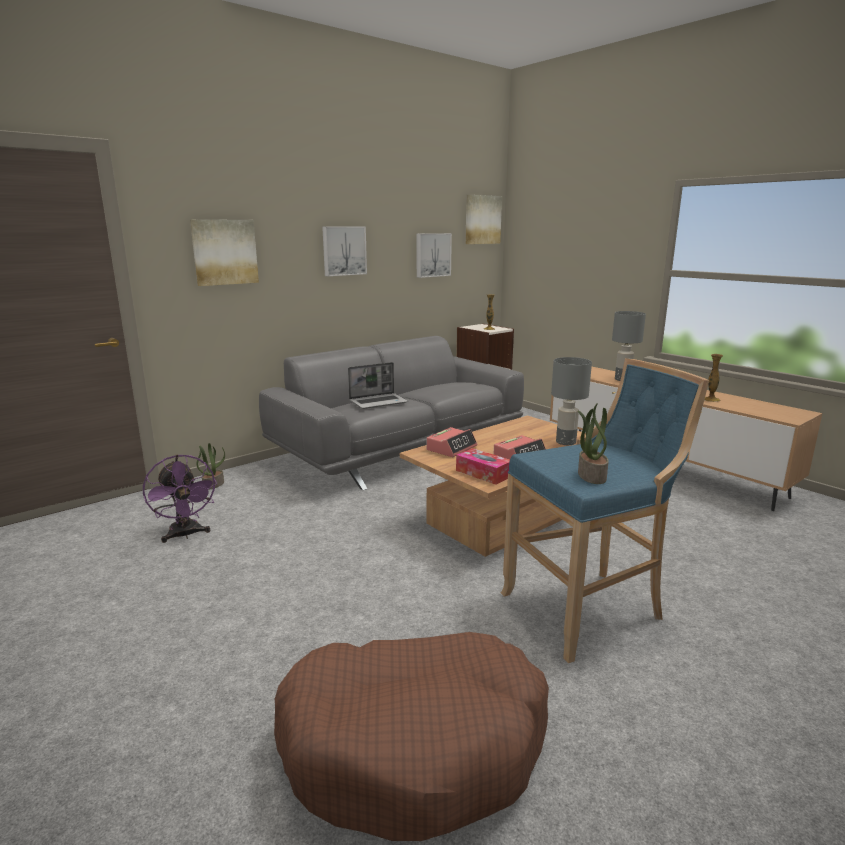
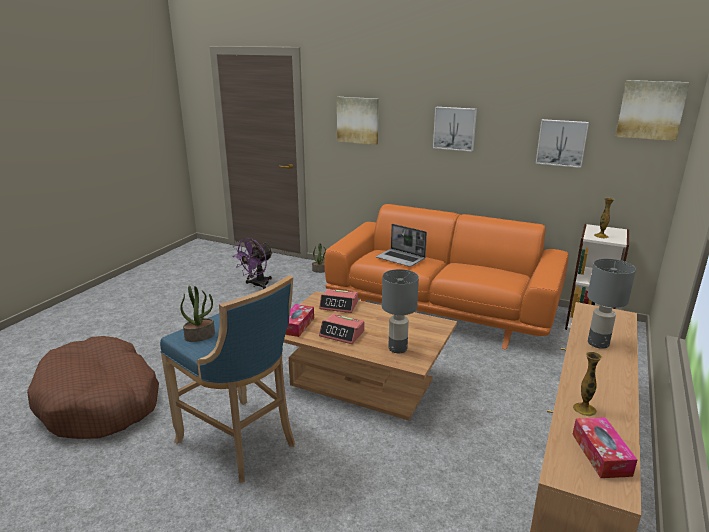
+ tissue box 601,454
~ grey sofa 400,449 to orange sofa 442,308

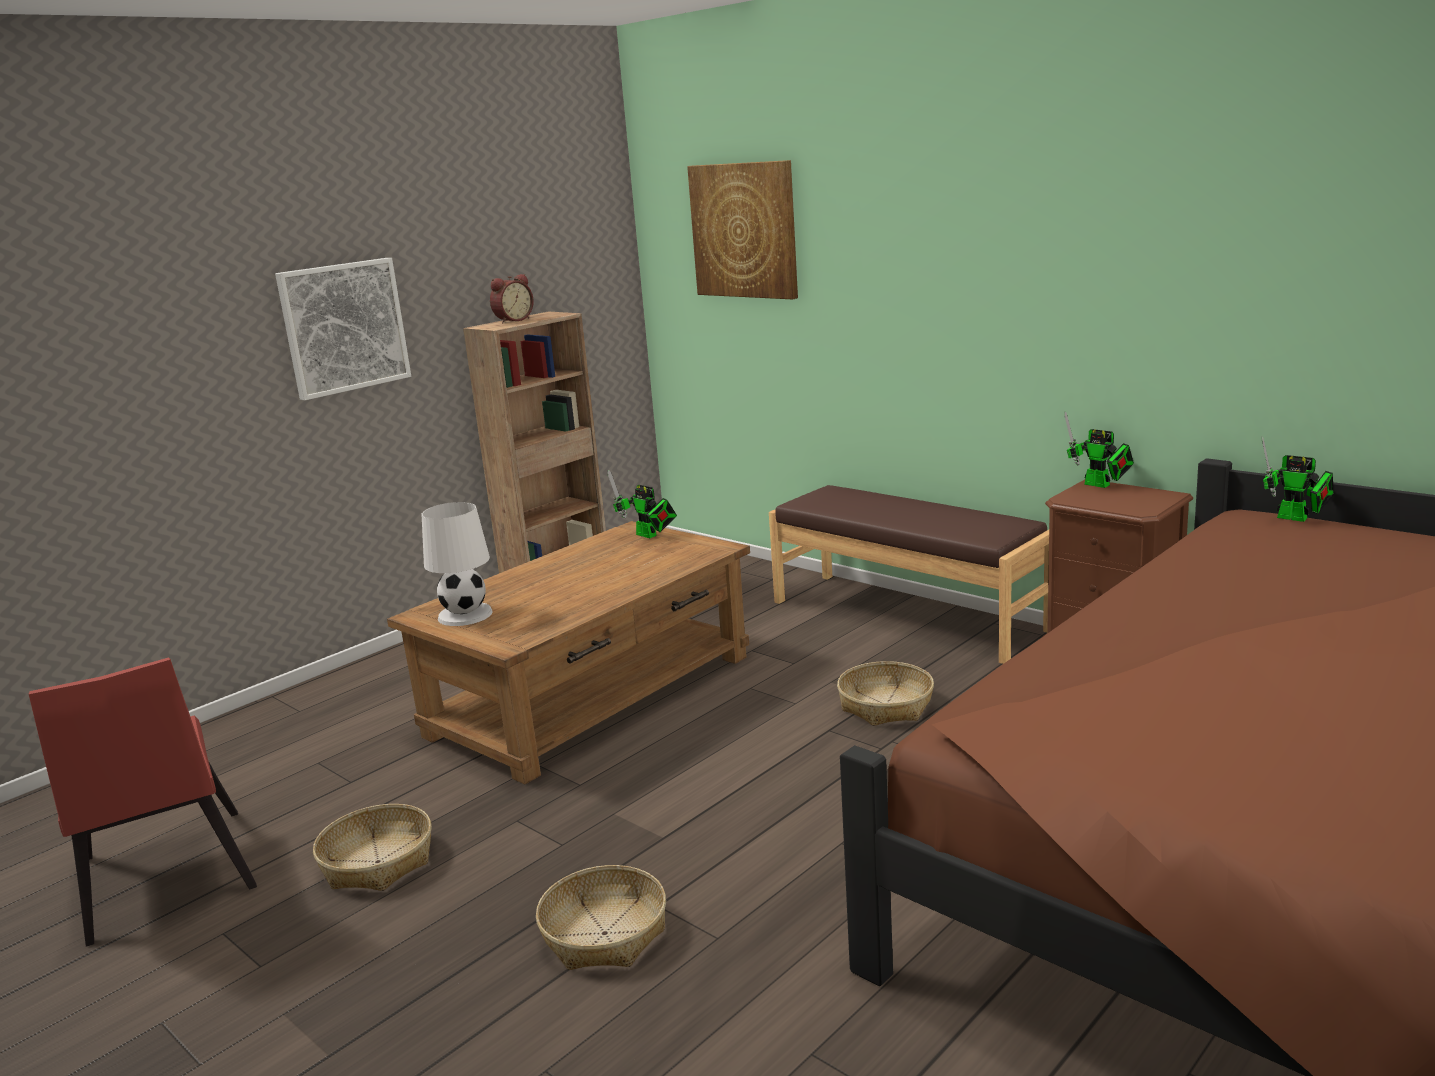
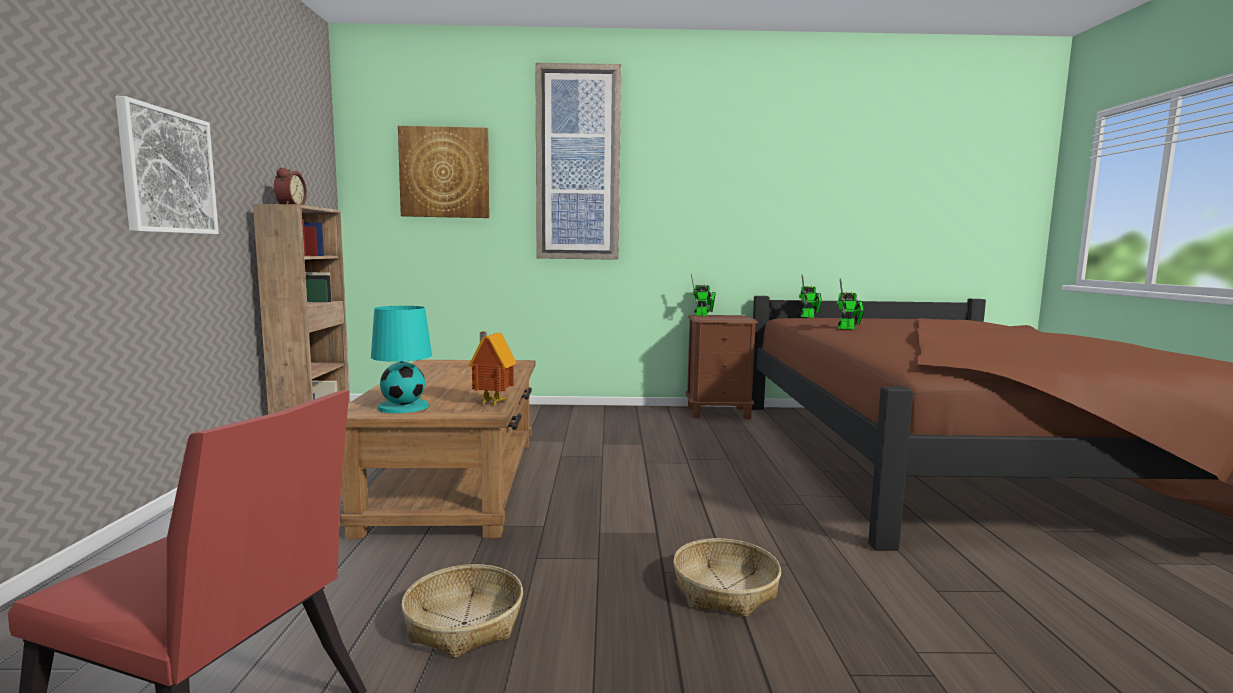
- brown bench 908,615
- basket 886,705
+ toy house 491,403
+ picture 578,164
~ toy robot 649,535 to 849,328
~ white table lamp 466,614 to turquoise table lamp 404,406

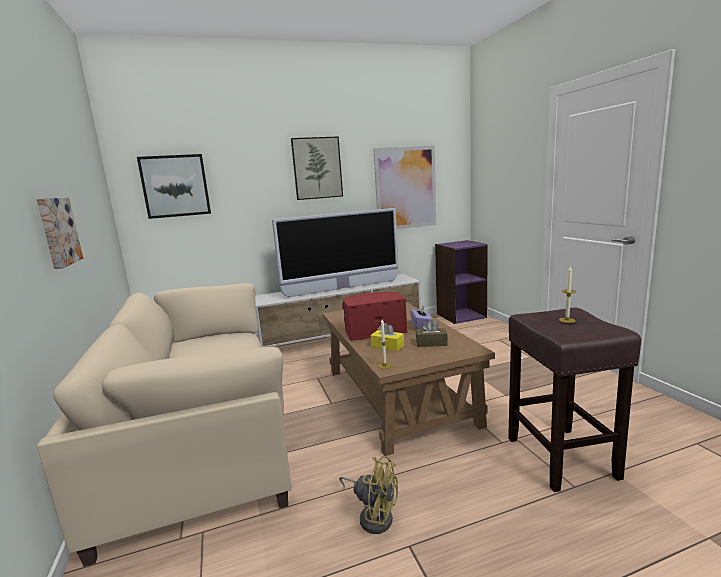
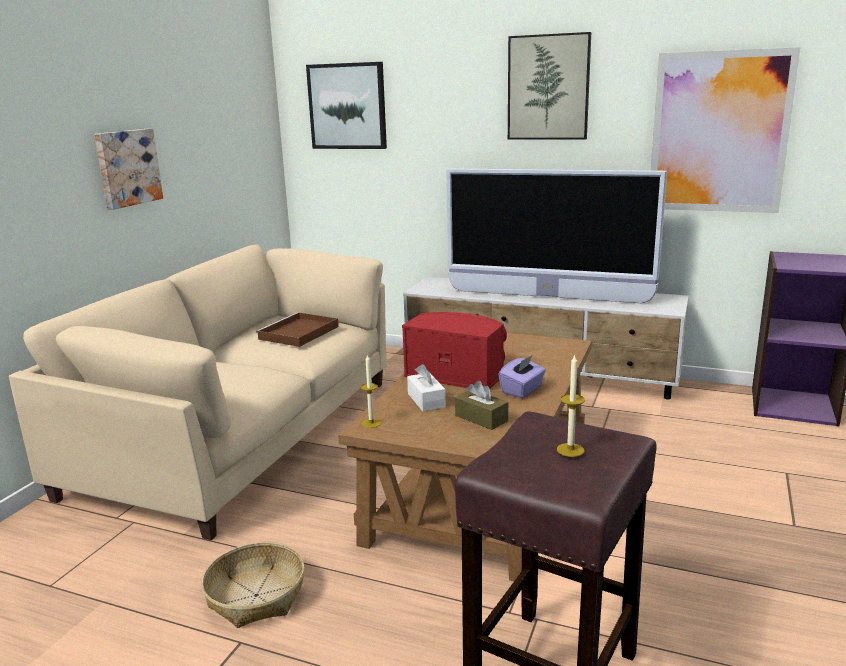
+ brown tray 298,333
~ yellow fan 373,515 to basket 256,595
~ yellow tissue box 387,346 to white tissue box 426,400

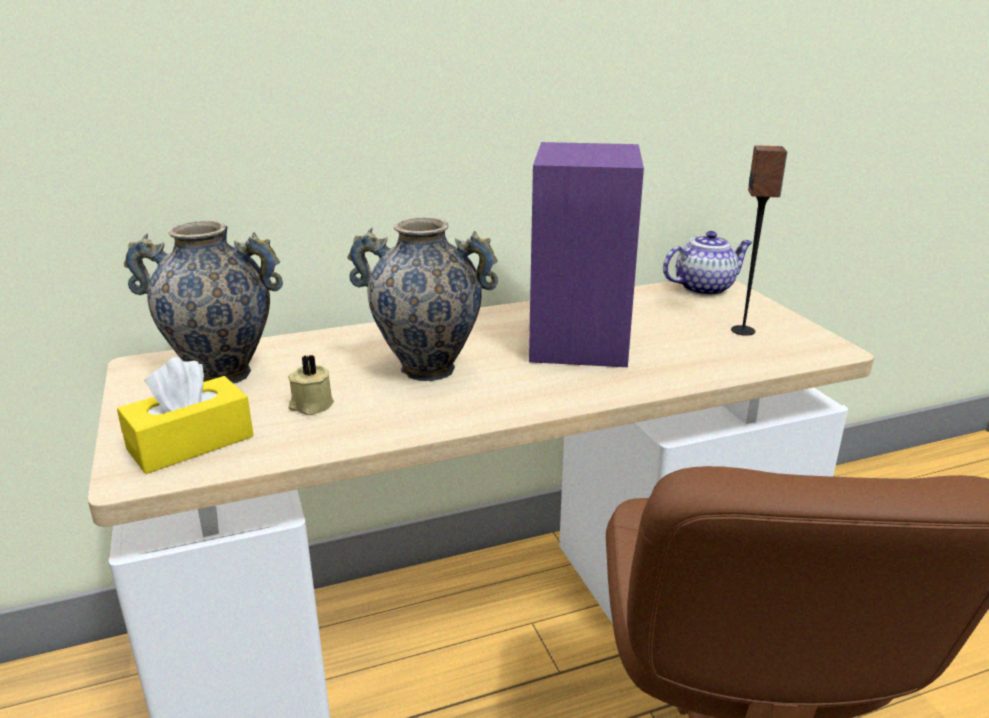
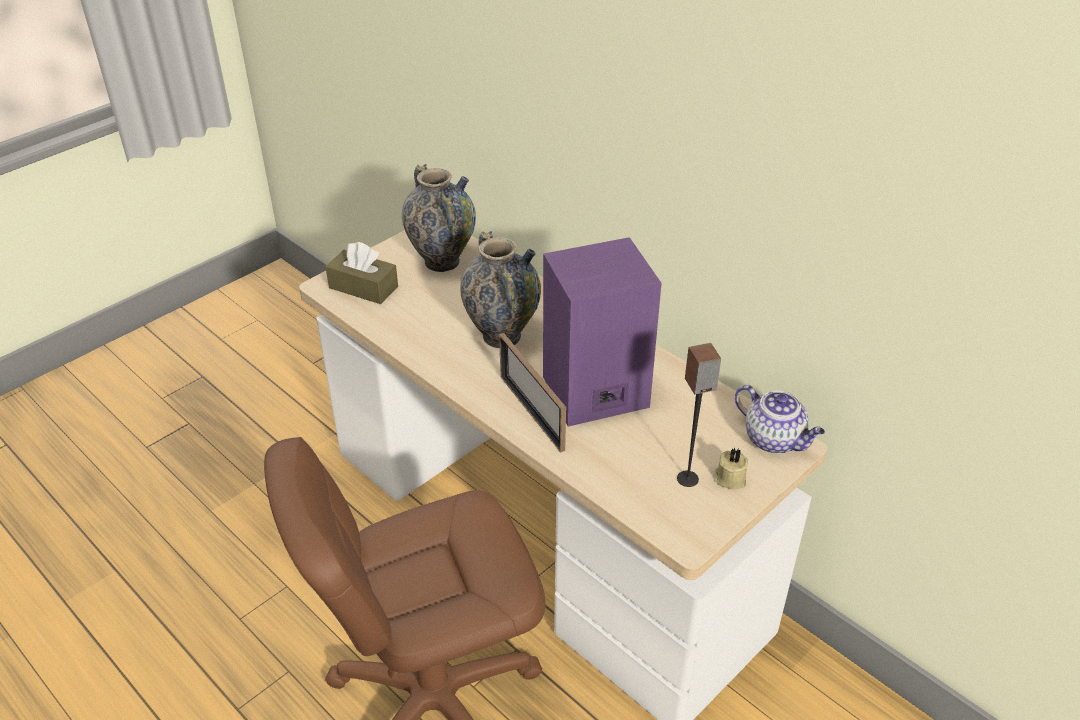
+ picture frame 531,412
~ beige candle 311,405 to 730,478
~ yellow tissue box 191,443 to brown tissue box 363,287

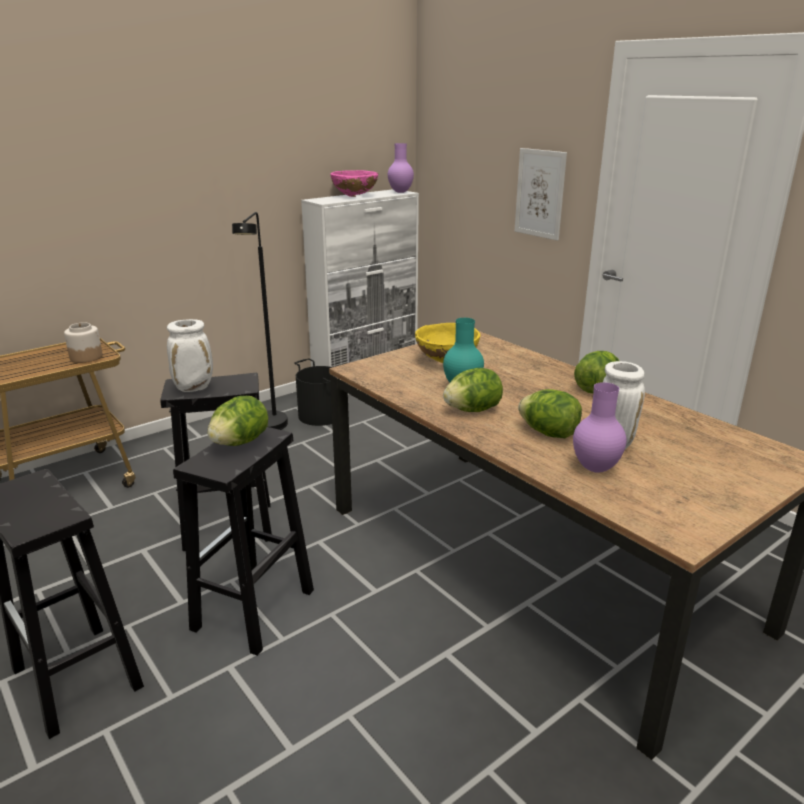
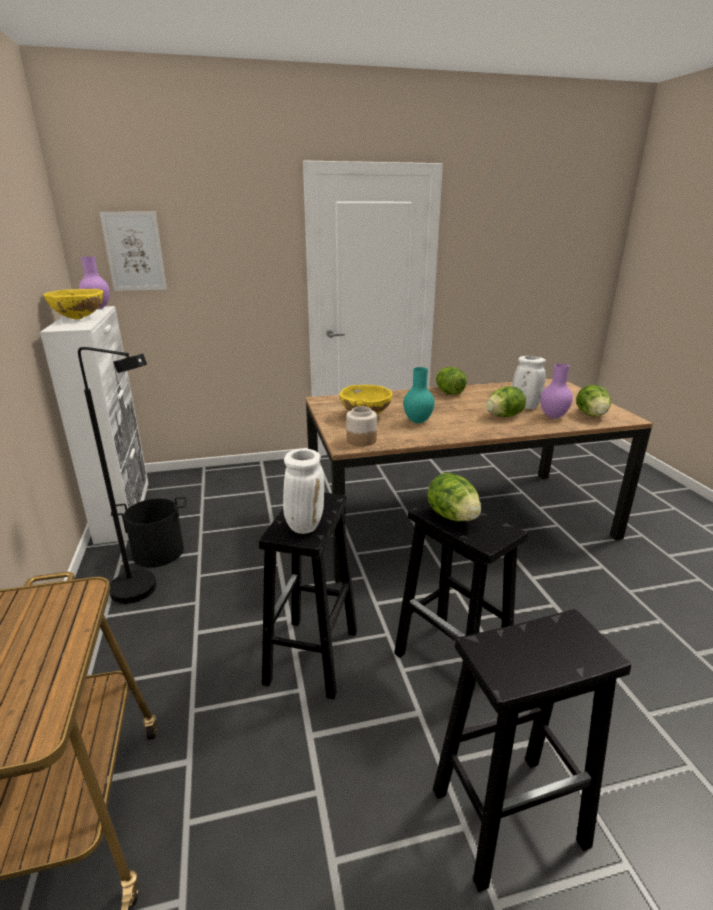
~ jar 86,357 to 361,440
~ lettuce 473,410 to 591,415
~ picture 540,193 to 134,252
~ pink bowl 355,196 to yellow bowl 79,318

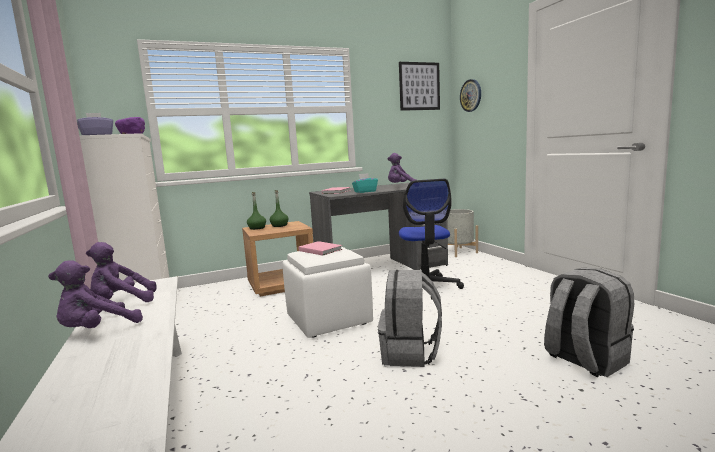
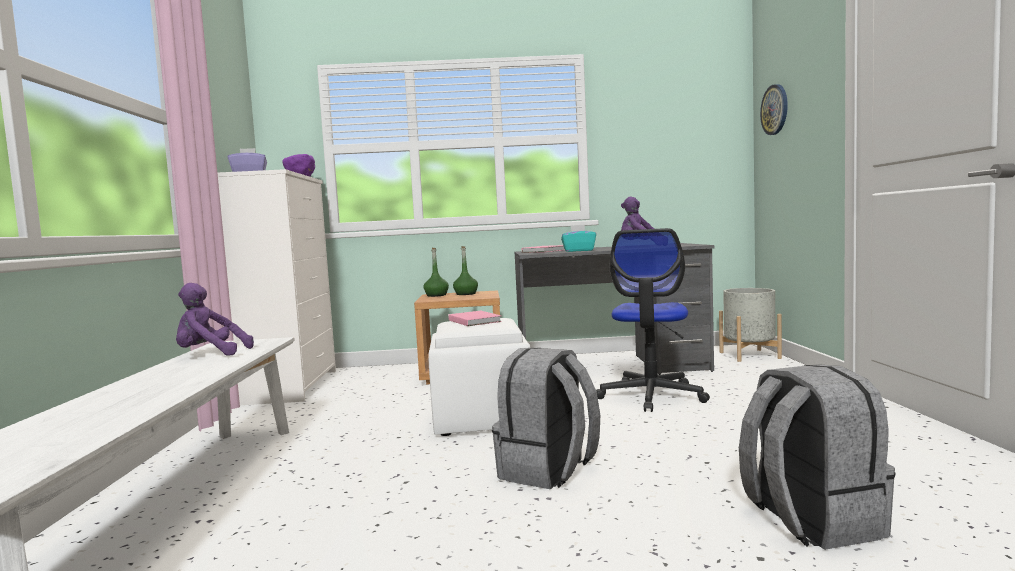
- purple plush toy 97,330
- picture 419,86

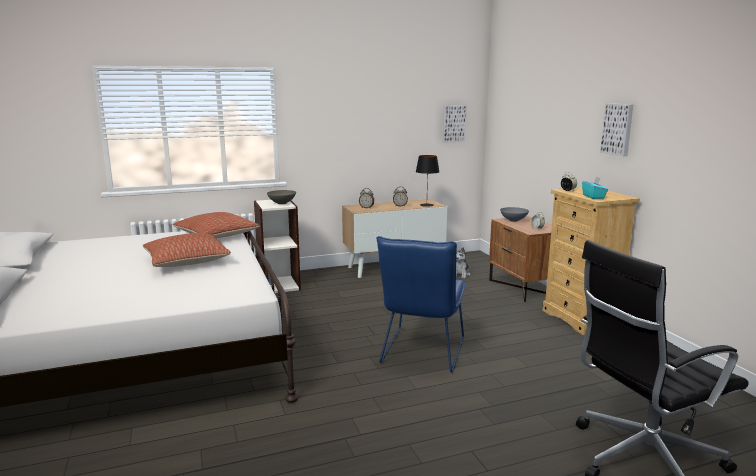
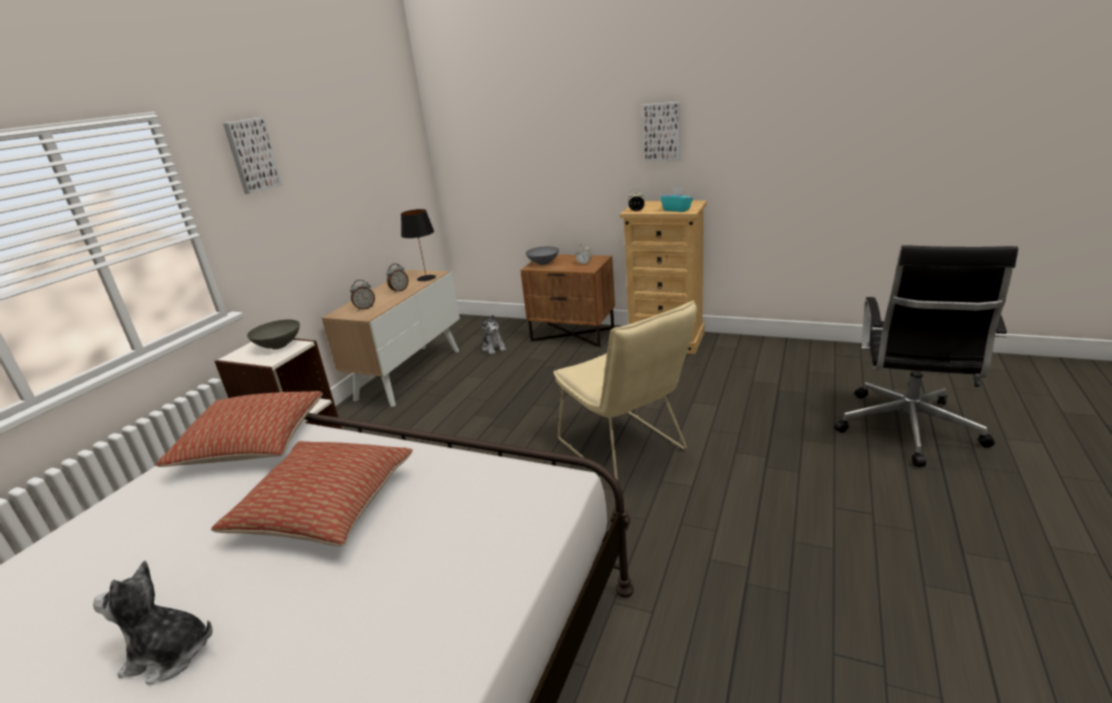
+ plush toy 169,655
~ picture 453,123 to 251,155
~ blue chair 421,353 to beige chair 626,449

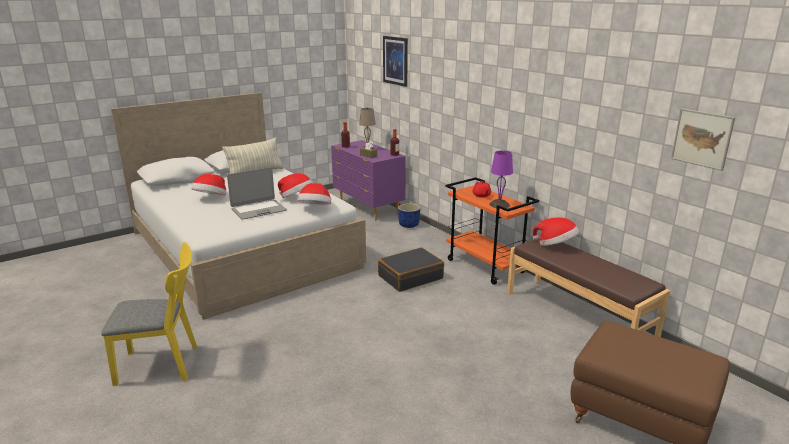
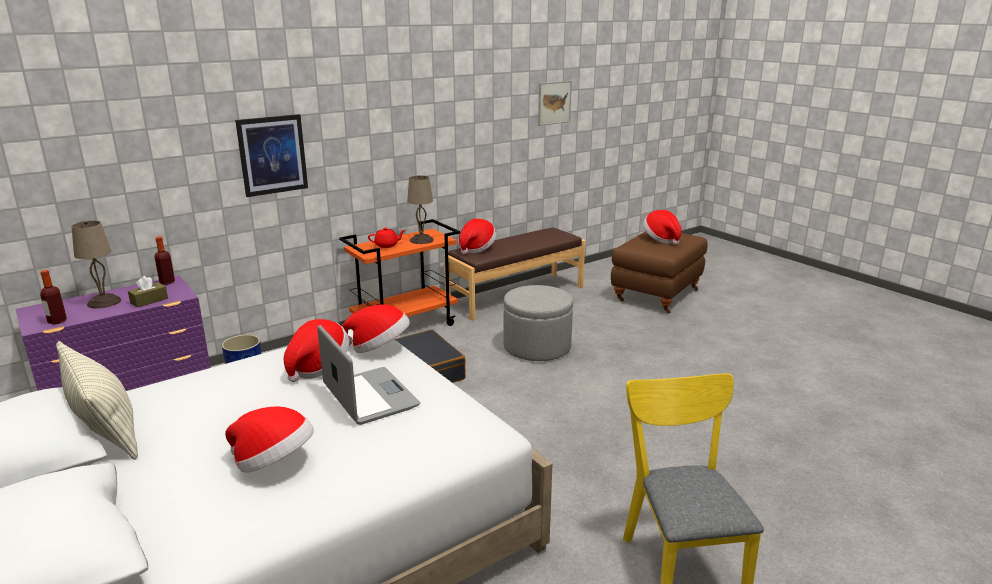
+ grey ottoman 537,347
+ hat 661,239
~ picture 395,60 to 272,155
~ purple table lamp 499,204 to beige table lamp 421,240

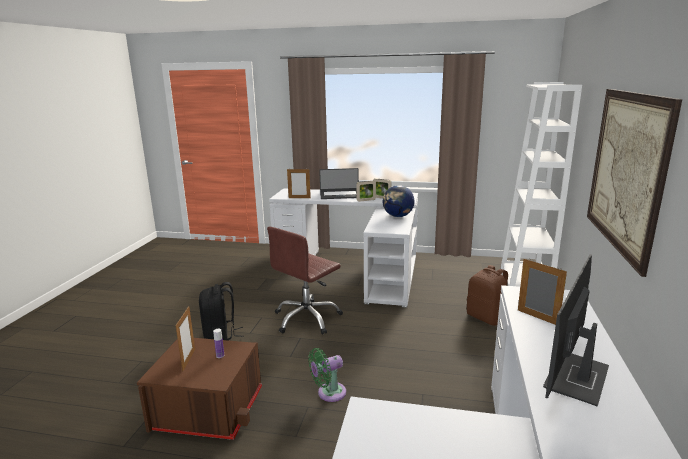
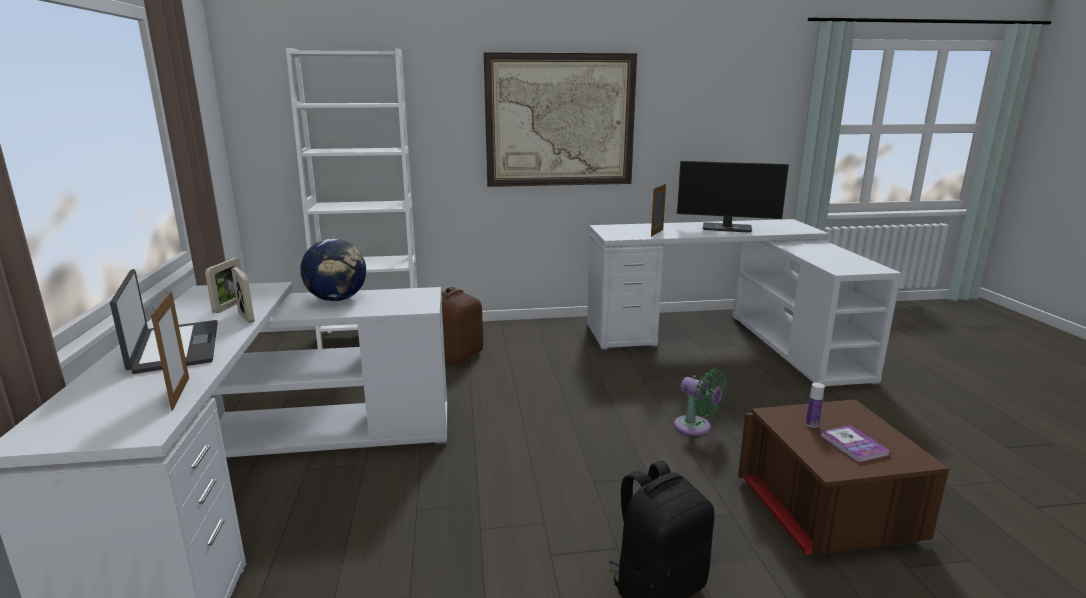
- brown office chair 307,319
~ picture frame 188,360 to book 854,445

